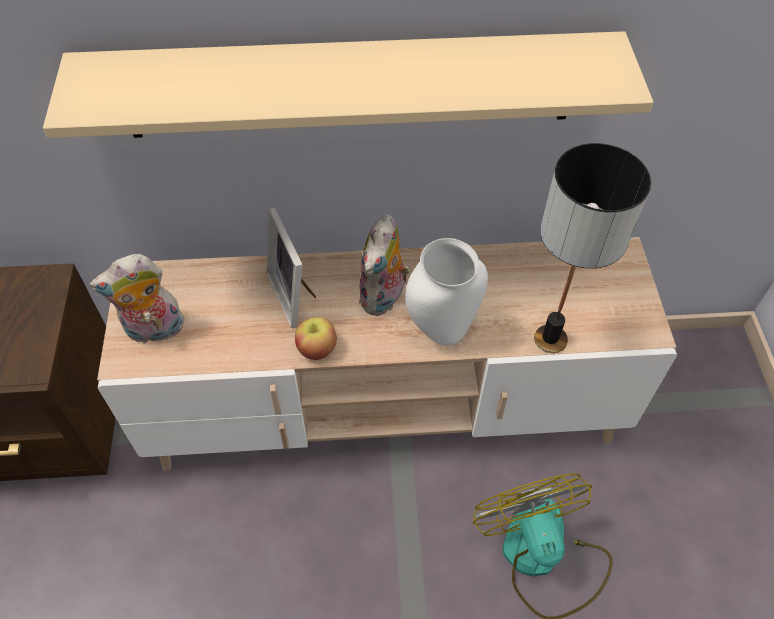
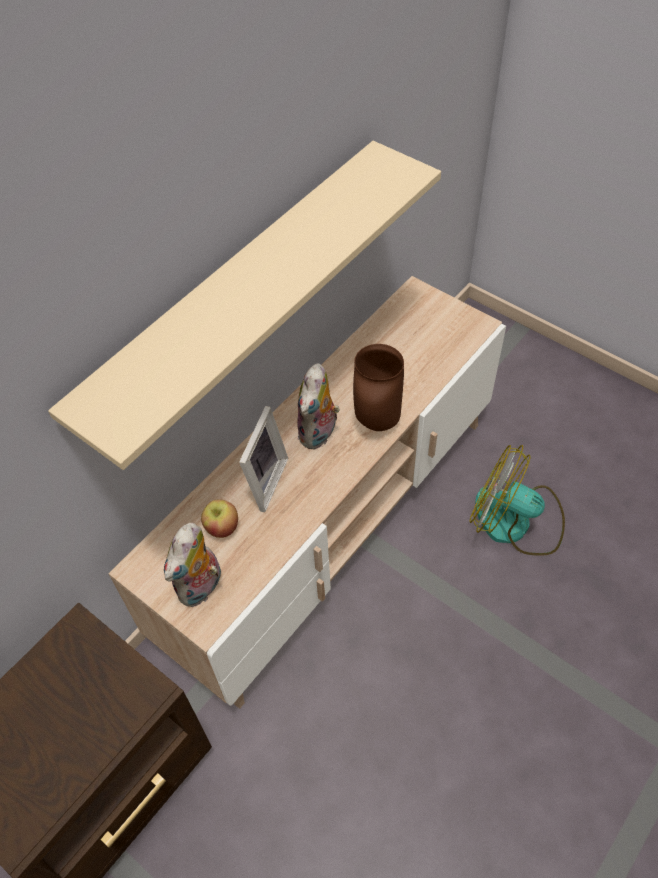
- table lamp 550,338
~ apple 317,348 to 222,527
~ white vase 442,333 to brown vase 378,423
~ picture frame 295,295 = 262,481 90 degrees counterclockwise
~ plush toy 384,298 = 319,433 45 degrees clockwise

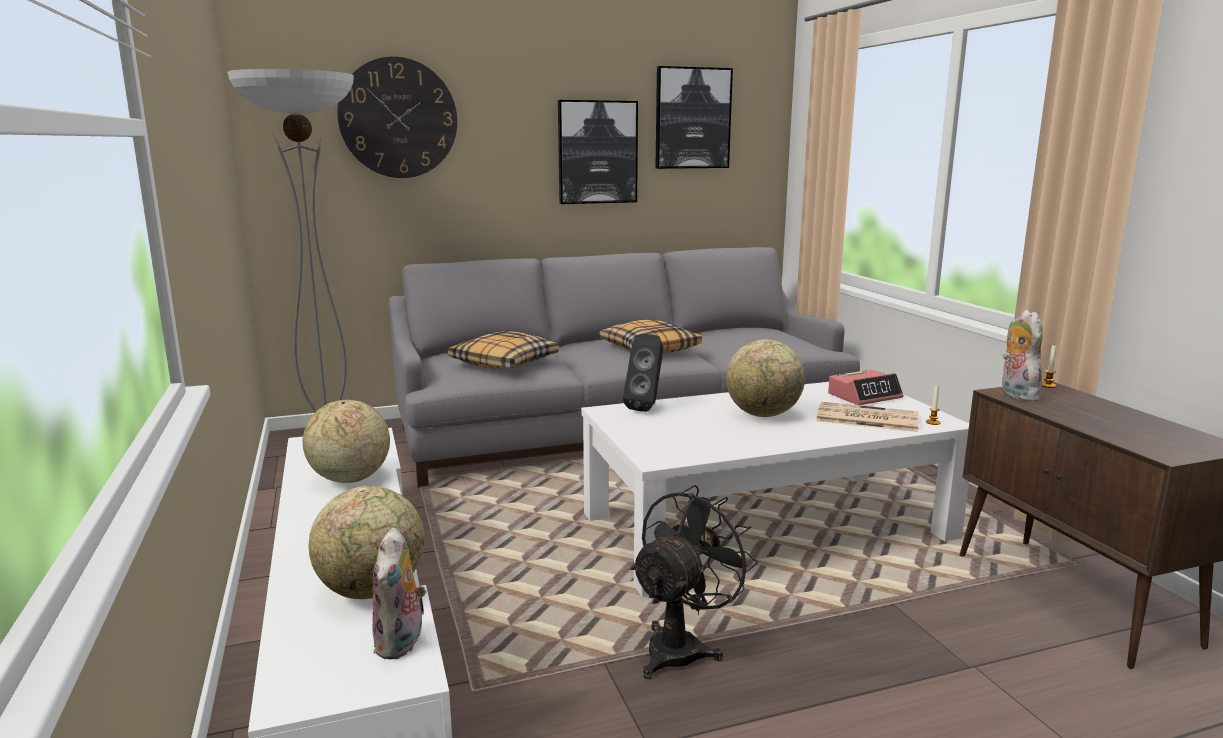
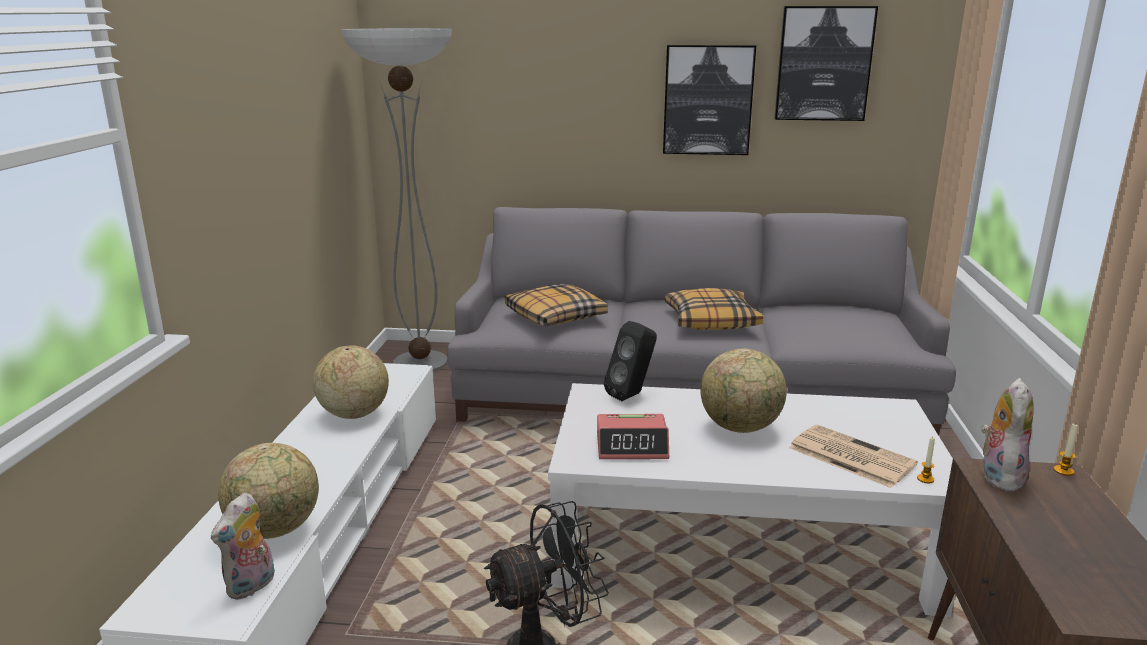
- wall clock 398,118
~ alarm clock 864,396 to 632,446

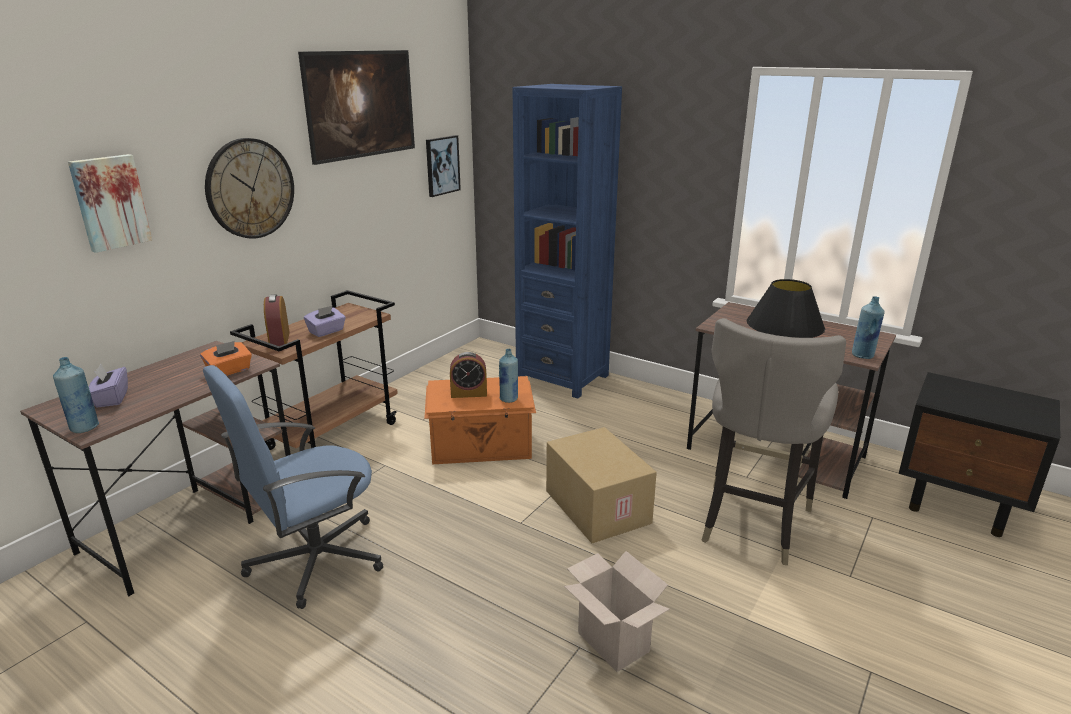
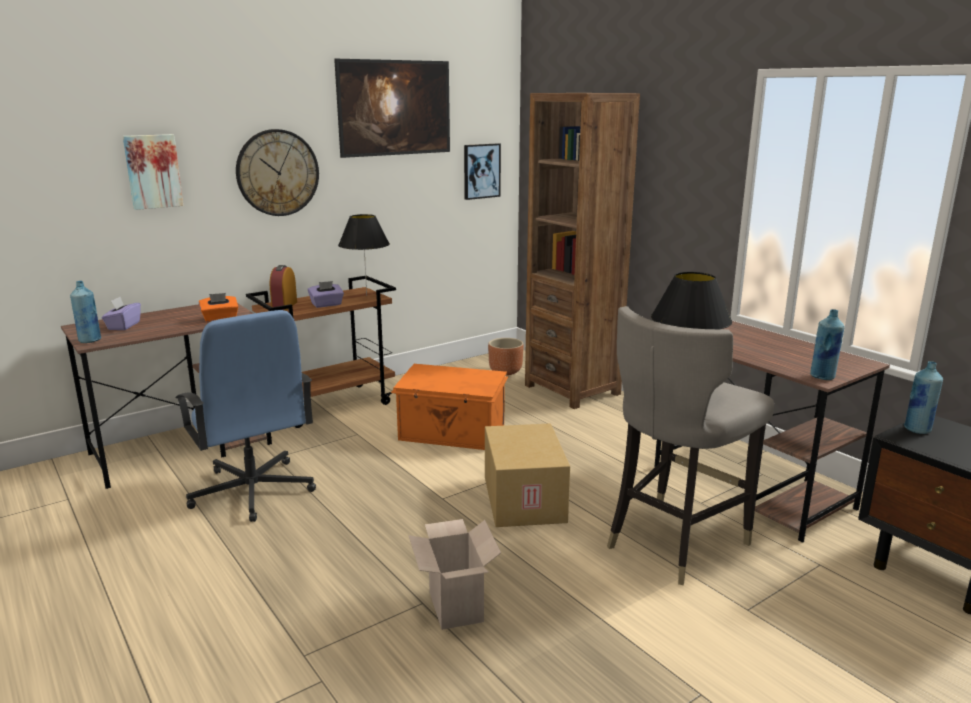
- alarm clock 469,393
+ black table lamp 366,296
+ brown planter 506,371
~ blue bottle 509,399 to 917,429
~ blue bookcase 562,377 to brown bookcase 572,390
~ blue office chair 314,559 = 252,491 105 degrees counterclockwise

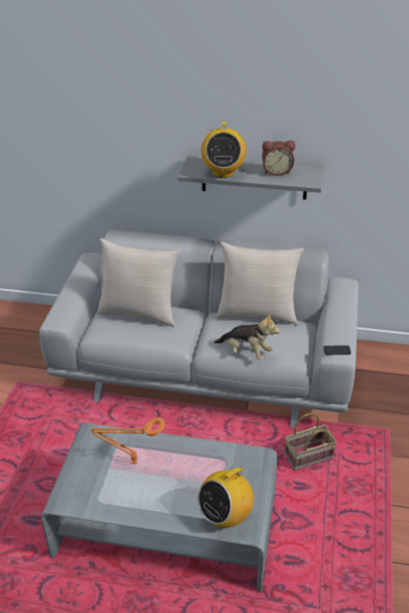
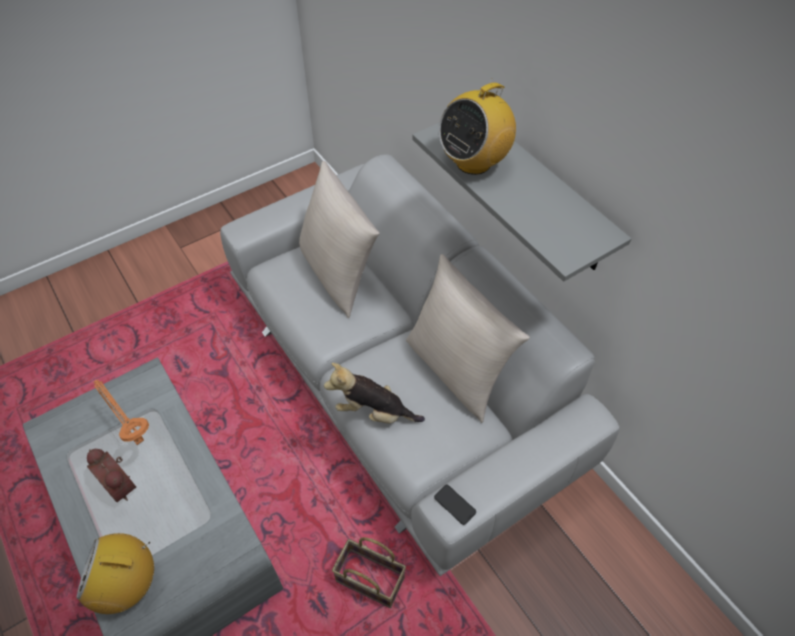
~ alarm clock 276,171 to 122,484
~ plush toy 246,352 = 373,412 120 degrees clockwise

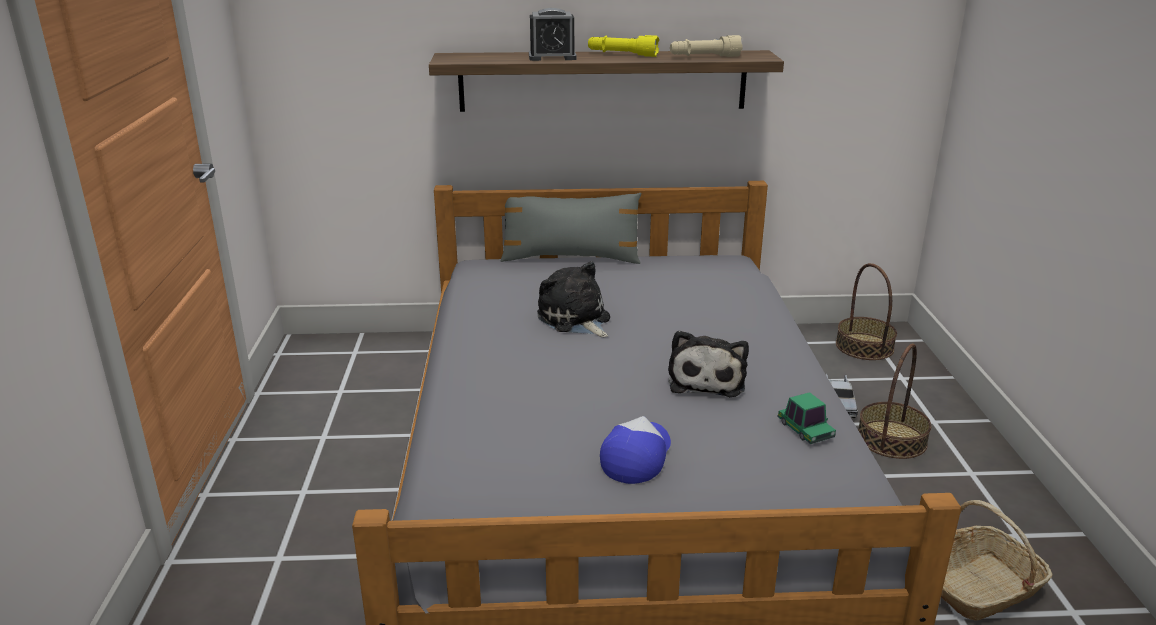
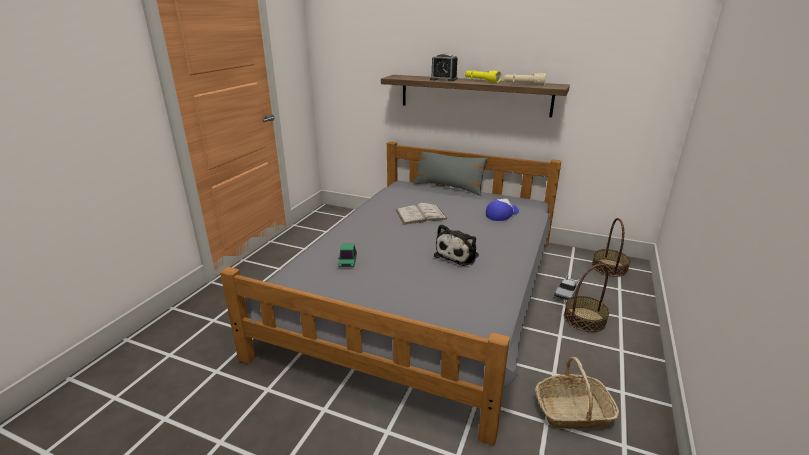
~ cap 637,456 to 502,214
~ toy car 805,430 to 348,262
~ plush toy 575,319 to white book 421,214

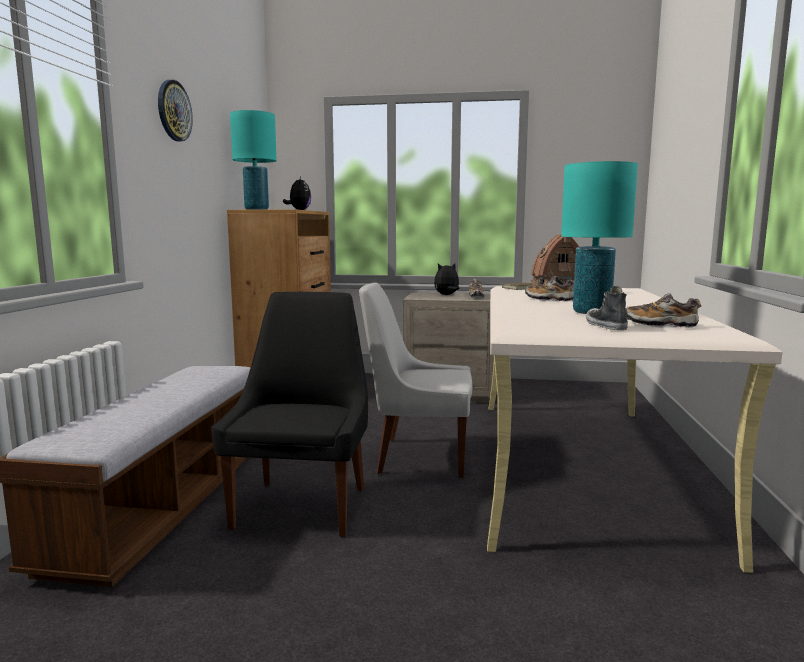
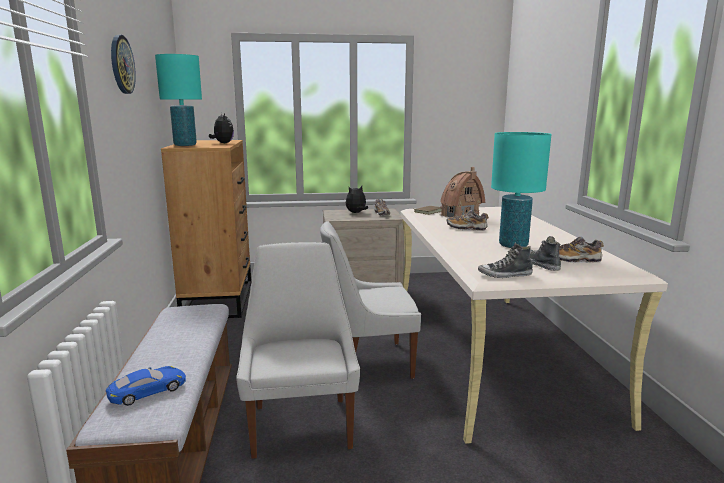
+ blue toy car 148,390
+ shoe 505,275
~ black chair 303,505 to white chair 301,423

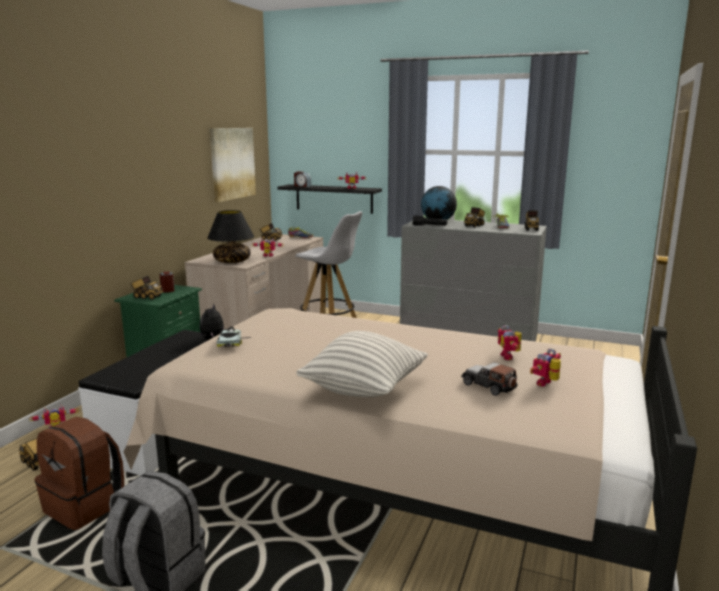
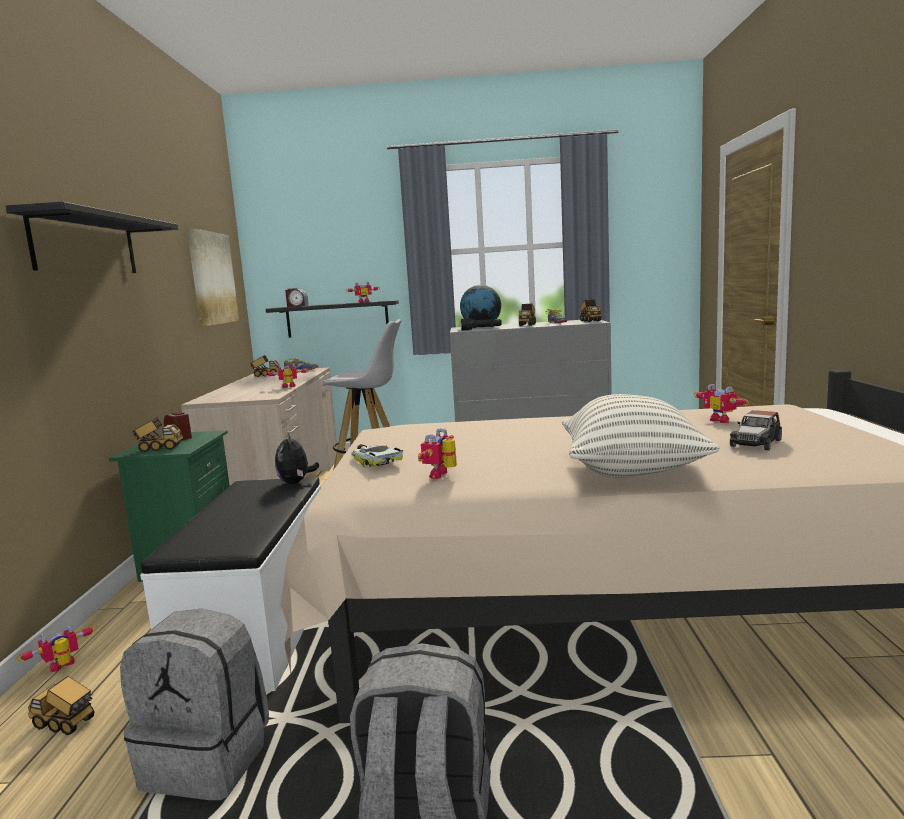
- black table lamp 232,261
+ black shelf 86,245
~ toy robot 547,384 to 443,475
~ brown backpack 85,506 to grey backpack 209,760
~ toy car 489,386 = 756,443 75 degrees counterclockwise

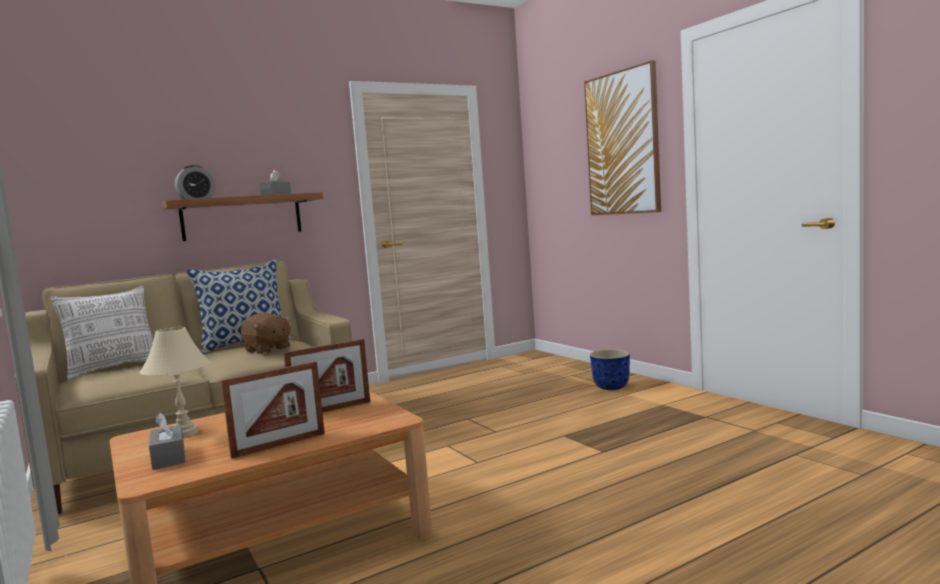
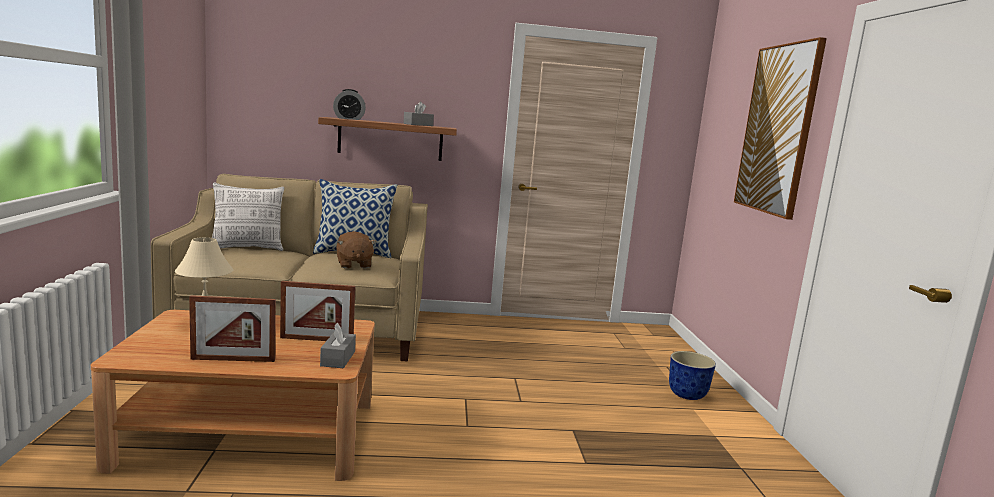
~ grey tissue box 169,457 to 338,358

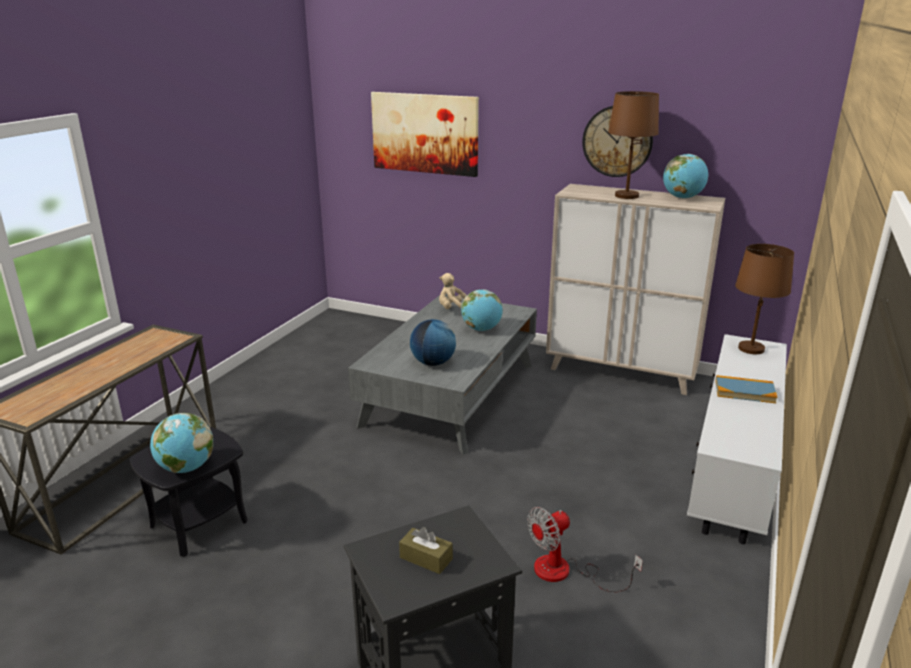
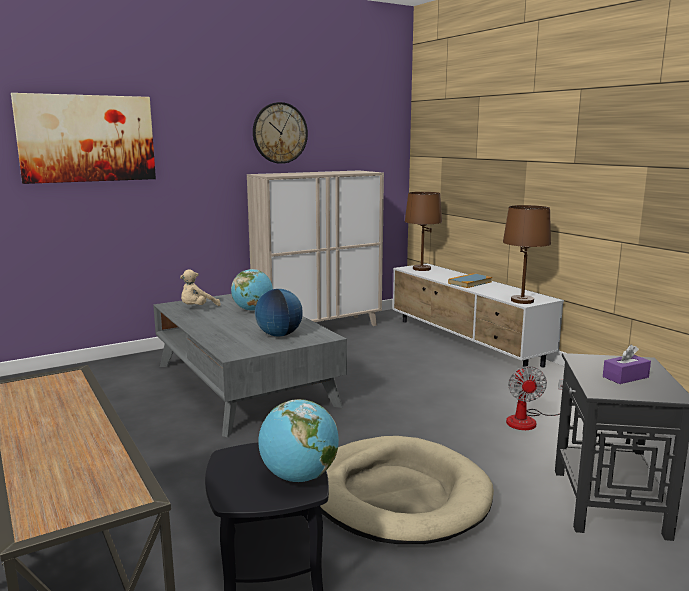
- globe 682,198
+ beige dog bed 396,495
~ brown table lamp 627,196 to 522,301
~ brown tissue box 426,558 to purple tissue box 625,377

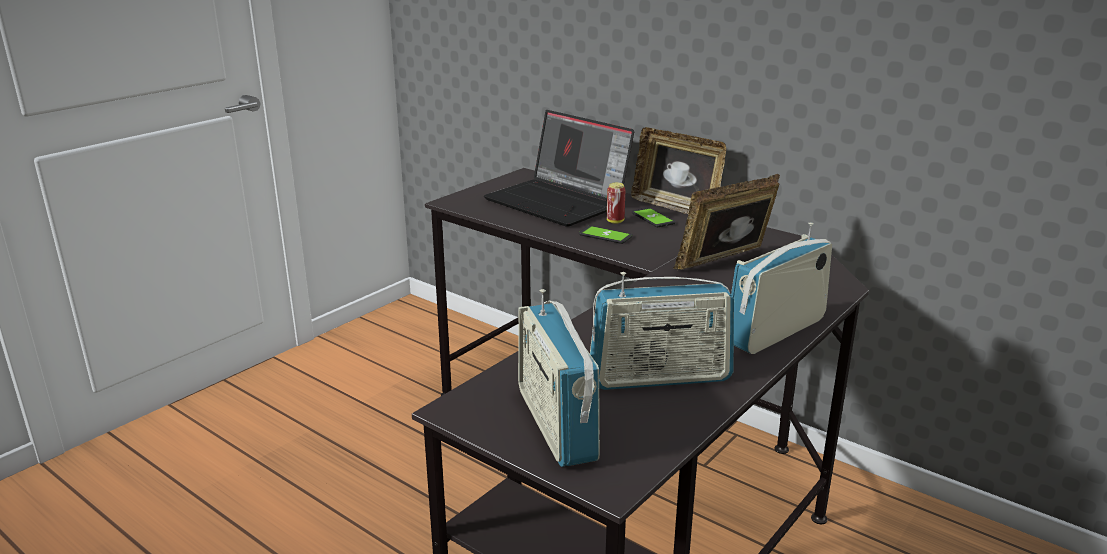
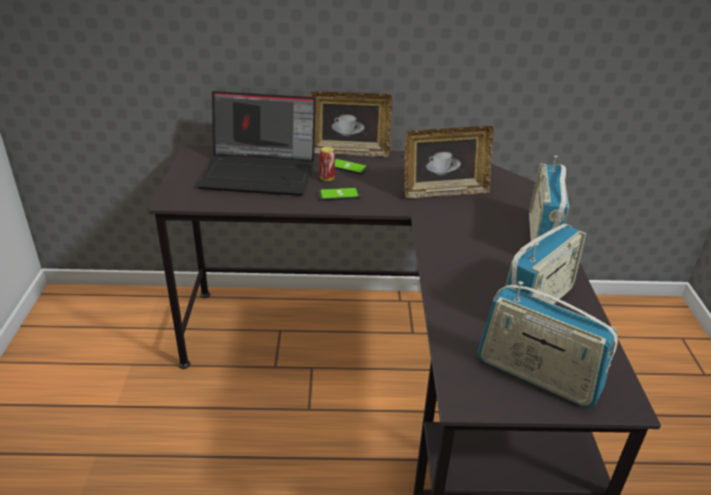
~ picture frame 726,263 = 444,191 120 degrees counterclockwise

